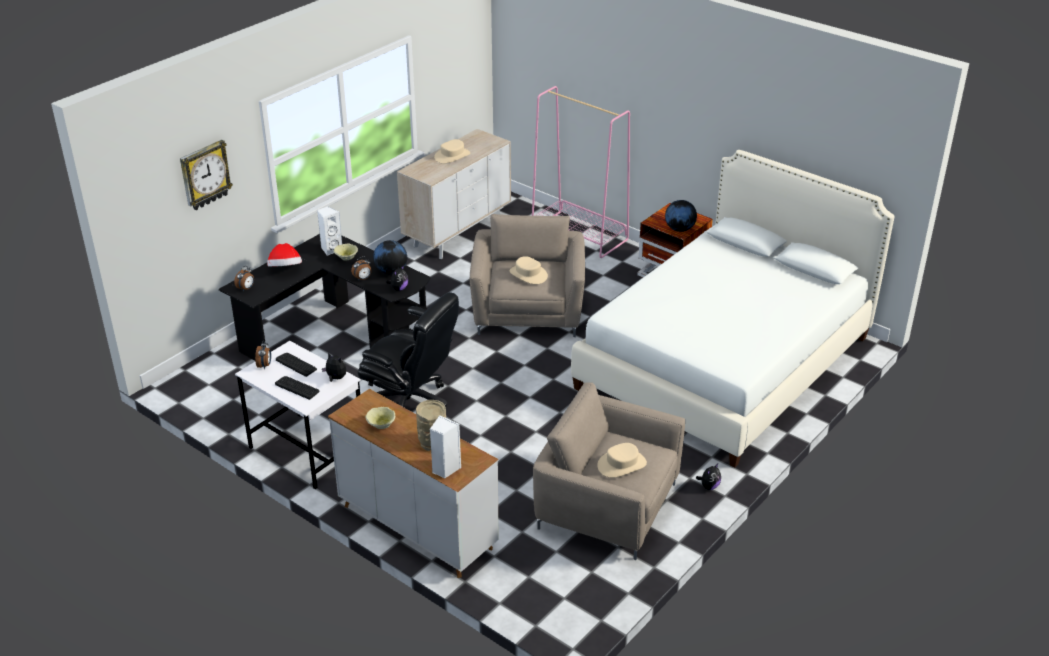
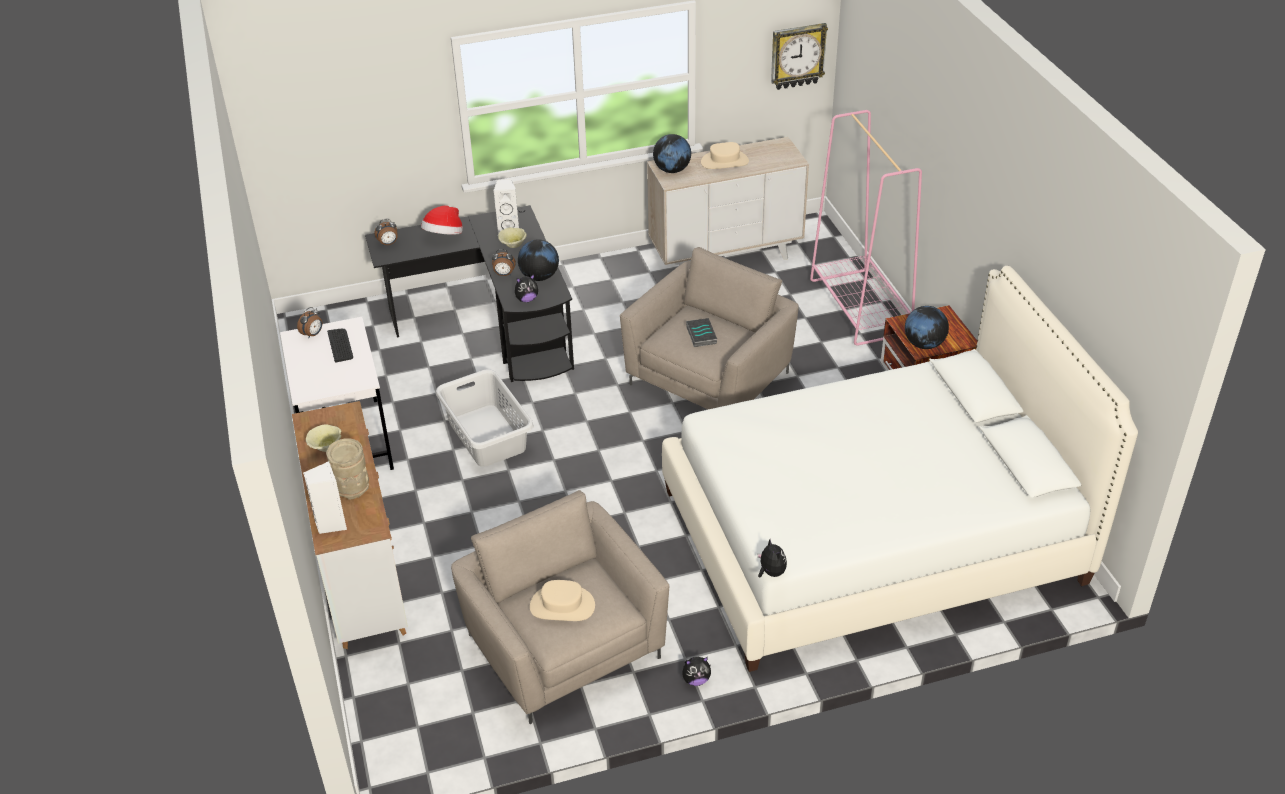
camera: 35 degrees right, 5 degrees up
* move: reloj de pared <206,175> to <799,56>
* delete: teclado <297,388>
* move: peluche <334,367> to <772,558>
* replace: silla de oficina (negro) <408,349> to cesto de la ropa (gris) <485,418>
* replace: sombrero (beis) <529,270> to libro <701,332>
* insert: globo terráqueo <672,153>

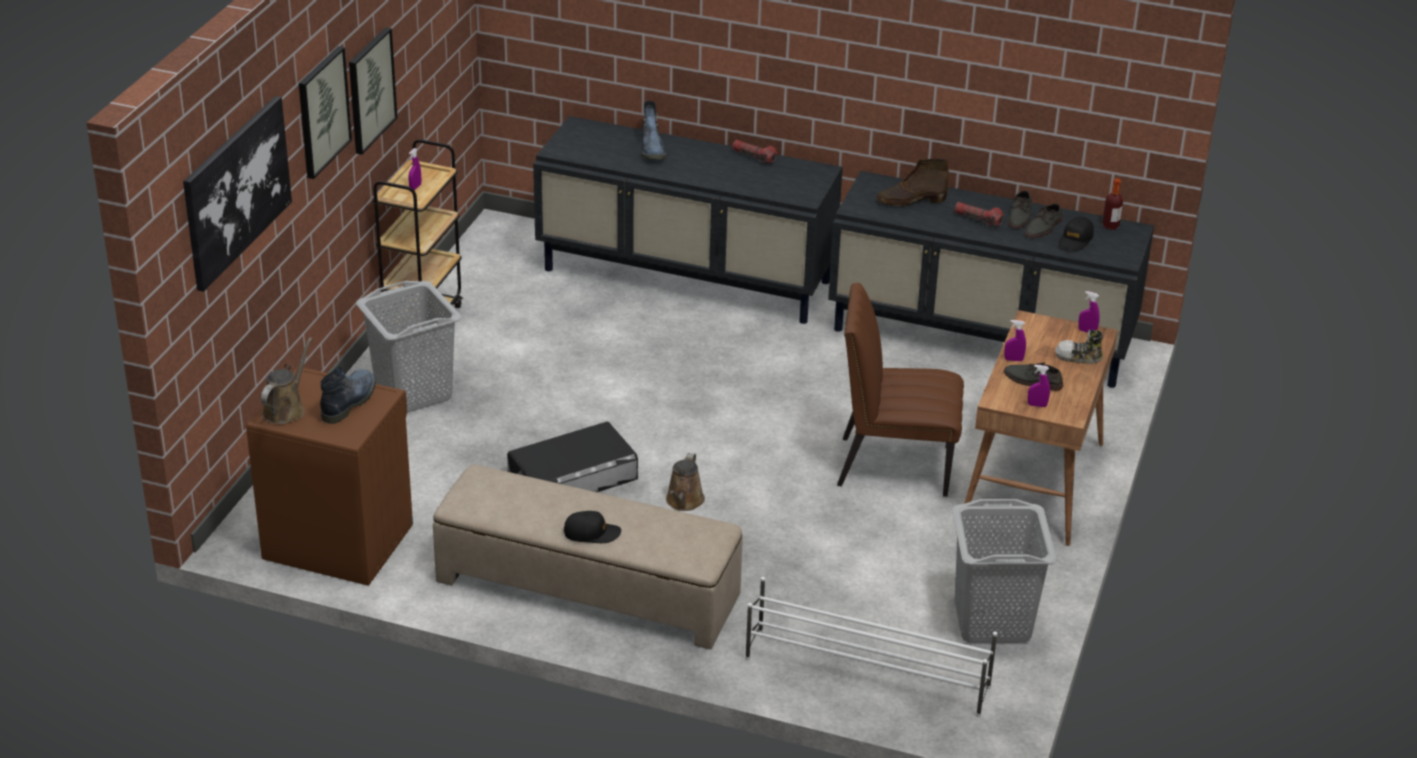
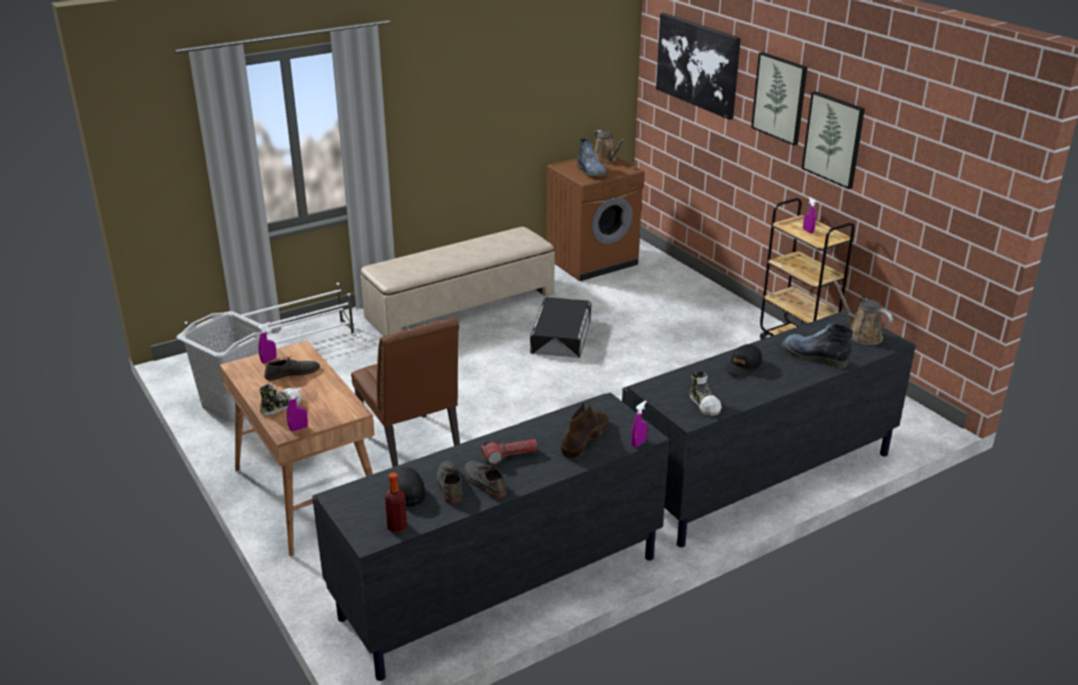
camera: 130 degrees right, 5 degrees down
* delete: cesto de la ropa (gris) <408,347>
* move: gorra (negro) <592,527> to <743,360>
* move: regadera (marrón) <685,482> to <863,312>
* delete: linterna <754,152>
* rotate: silla (marrón) <900,390> = <405,392> 105 degrees clockwise
* move: pulverizador (morado) <1015,340> to <639,424>
* insert: zapato <706,393>

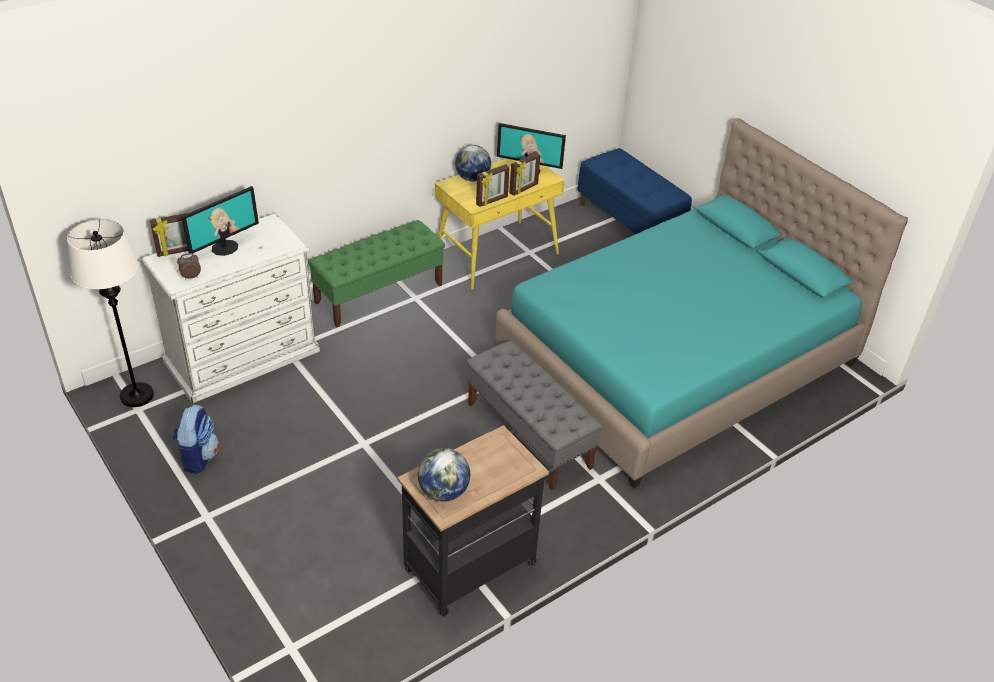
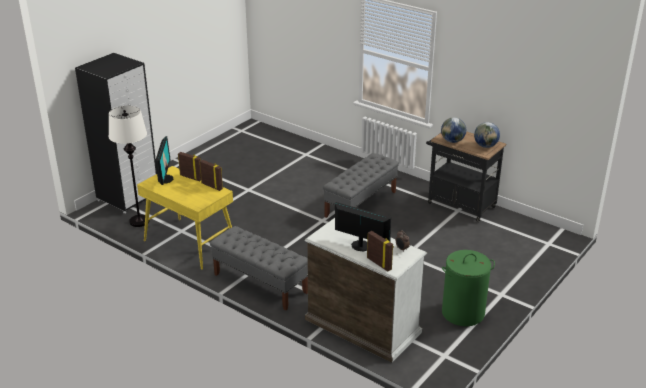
camera: 105 degrees left, 10 degrees down
* move: lámpara de pie (blanco) <110,313> to <129,166>
* replace: mochila <196,439> to cesto de la ropa (verde) <468,288>
* recolor: banco (verde) <376,273> to banco (gris) <259,268>
* move: globo terráqueo <473,163> to <453,130>
* delete: cama (turquesa) <701,303>
* replace: banco (azul) <634,191> to armario ropero <116,133>

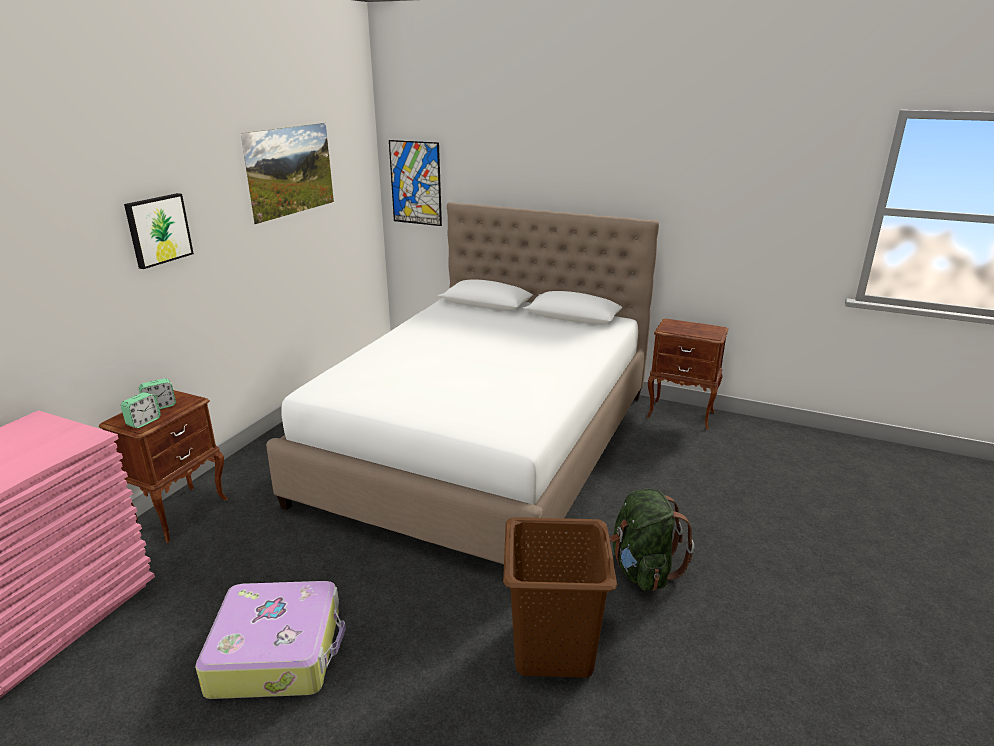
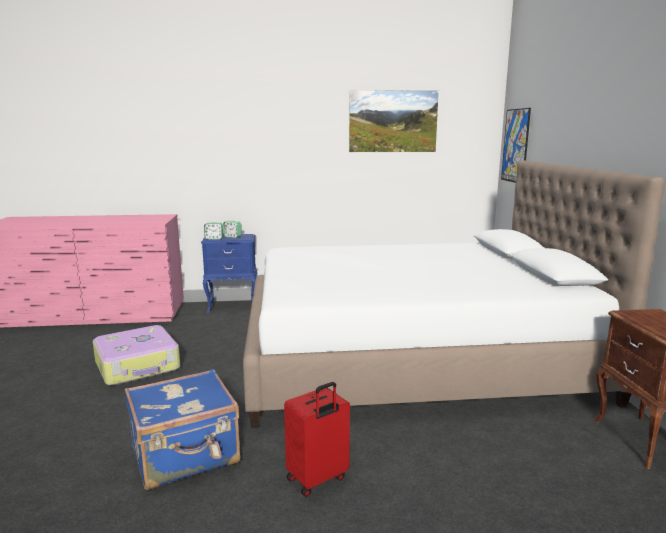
camera: 60 degrees right, 10 degrees down
* recolor: mesita de noche (marrón) <163,466> to mesita de noche (azul) <229,274>
* delete: cuadro <159,231>
* replace: cesto de la ropa (marrón) <560,597> to maleta (azul) <182,429>
* replace: mochila (verde) <652,539> to maleta (rojo) <317,439>

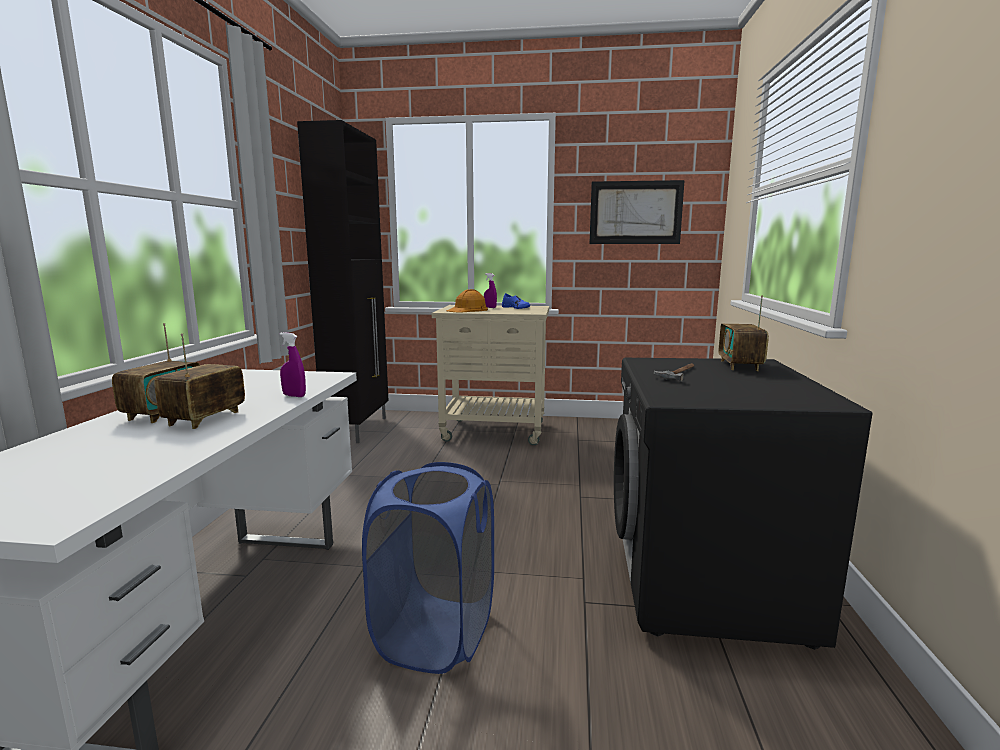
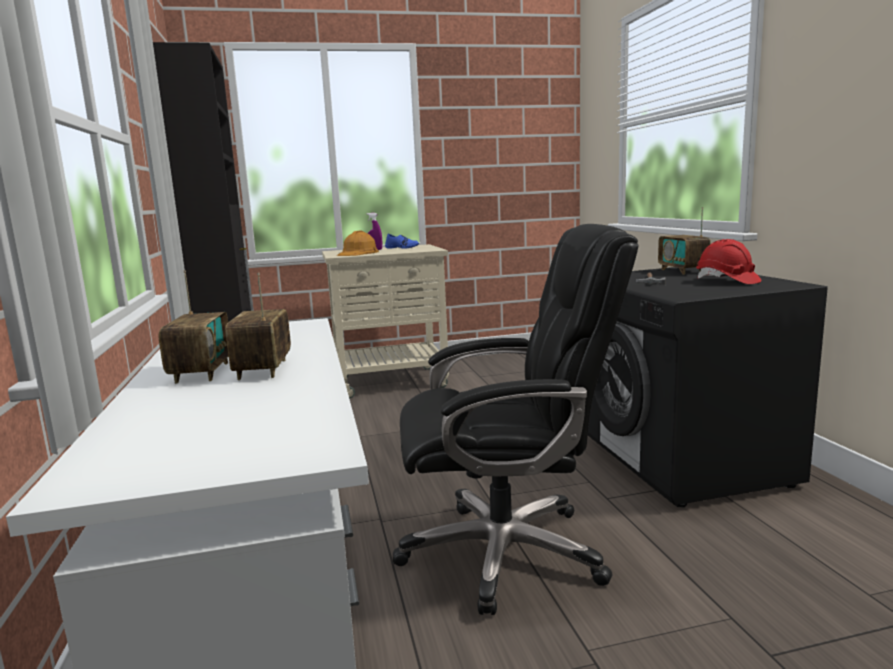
camera: 20 degrees left, 0 degrees up
* delete: pulverizador (morado) <293,364>
* replace: cesto de la ropa (azul) <428,568> to silla de oficina (negro) <515,419>
* delete: cuadro <637,212>
* insert: casco (rojo) <728,261>

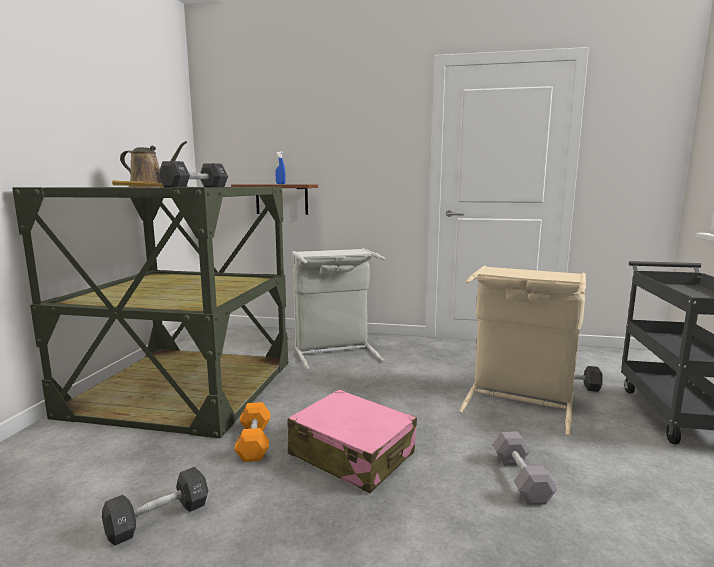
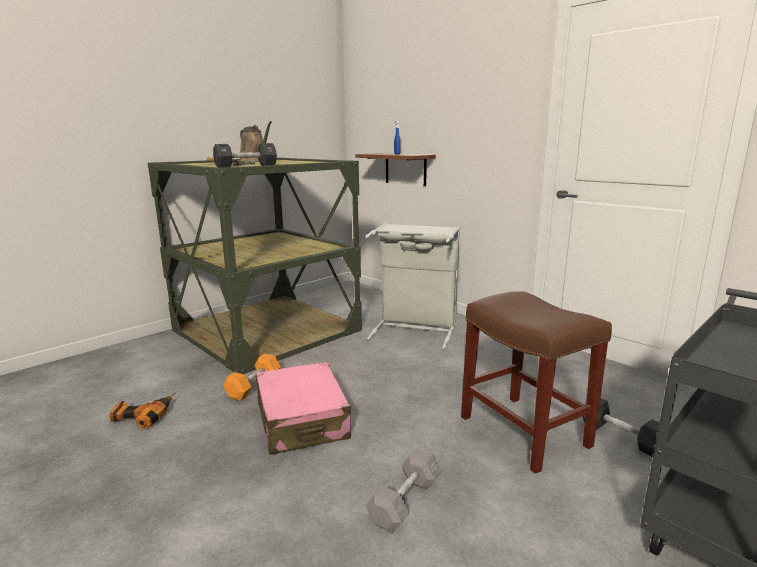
camera: 35 degrees right, 5 degrees up
* replace: mancuerna (negro) <155,506> to taladro <142,411>
* replace: cesto de la ropa (beis) <522,351> to taburete (marrón) <536,382>

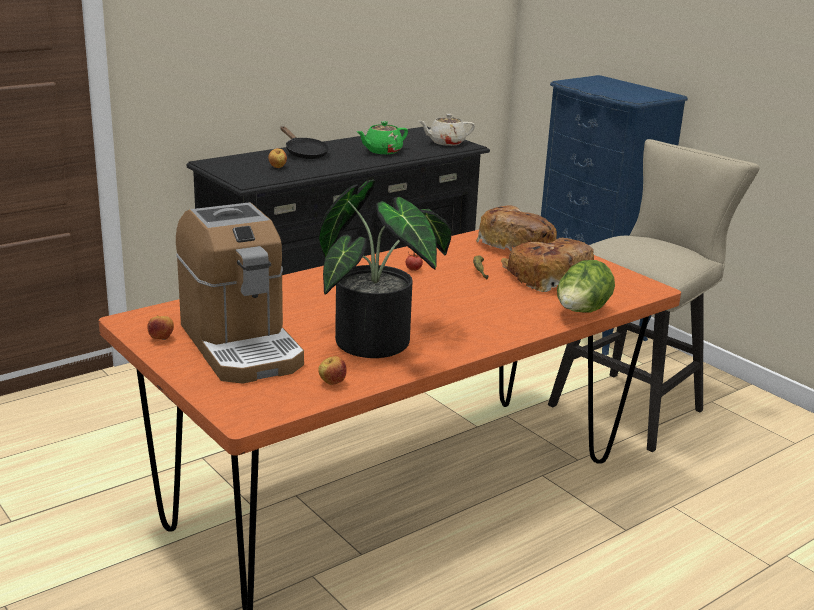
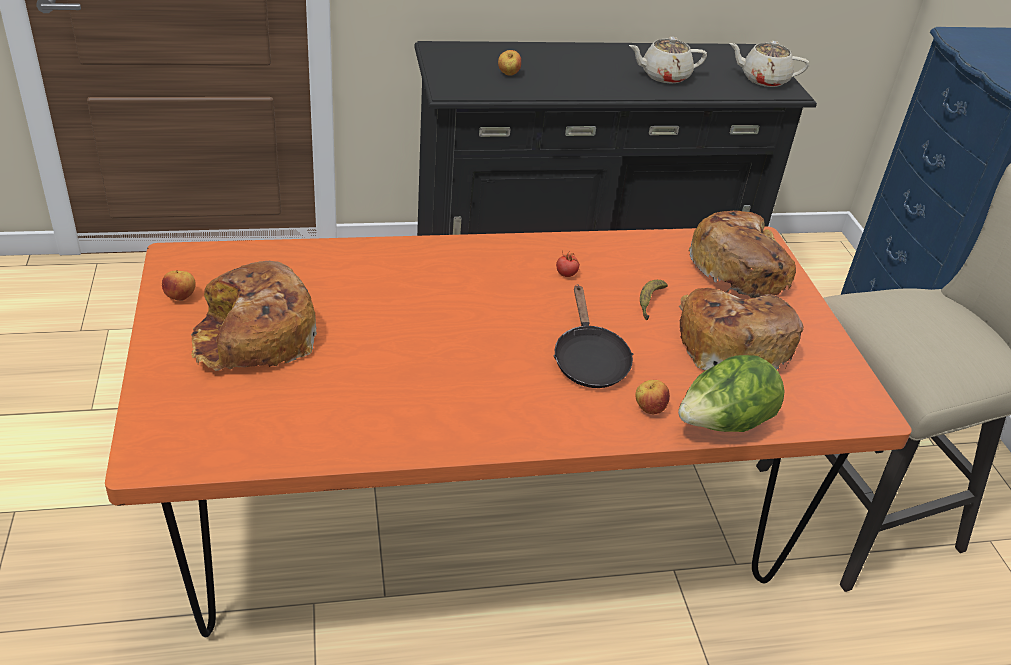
camera: 25 degrees right, 15 degrees up
* replace: cafetera <240,293> to pan <254,316>
* move: sartén (negro) <304,142> to <593,336>
* delete: planta en maceta <385,269>
* move: manzana <332,370> to <652,397>
* recolor: tetera (verde) <382,137> to tetera (beis) <668,60>

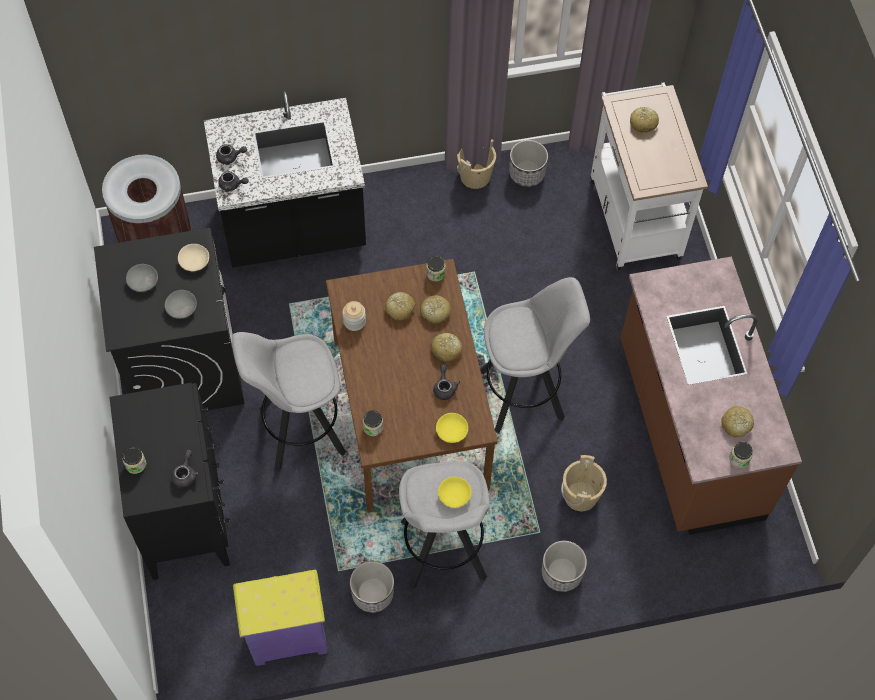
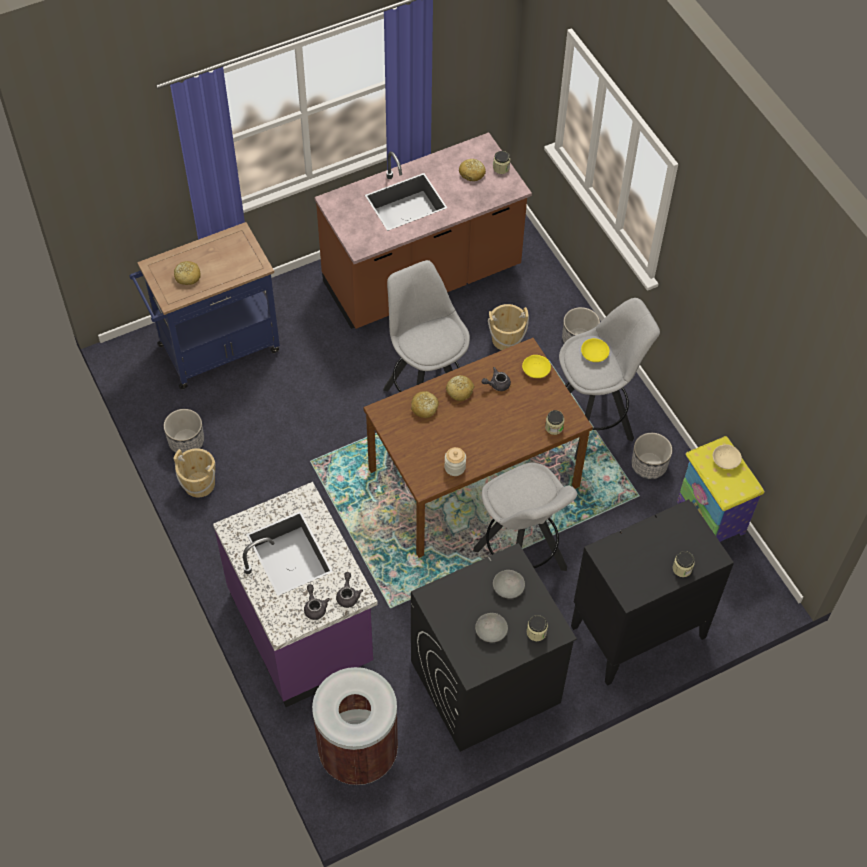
camera: 105 degrees left, 5 degrees down
* delete: tetera (gris) <185,469>
* move: cuenco (beis) <193,257> to <727,456>
* recolor: mueble bajo de cocina (negro) <285,179> to mueble bajo de cocina (morado) <295,594>
* delete: pan <400,306>
* move: tarro <436,268> to <537,628>
* recolor: carrito (blanco) <649,176> to carrito (azul) <204,305>

